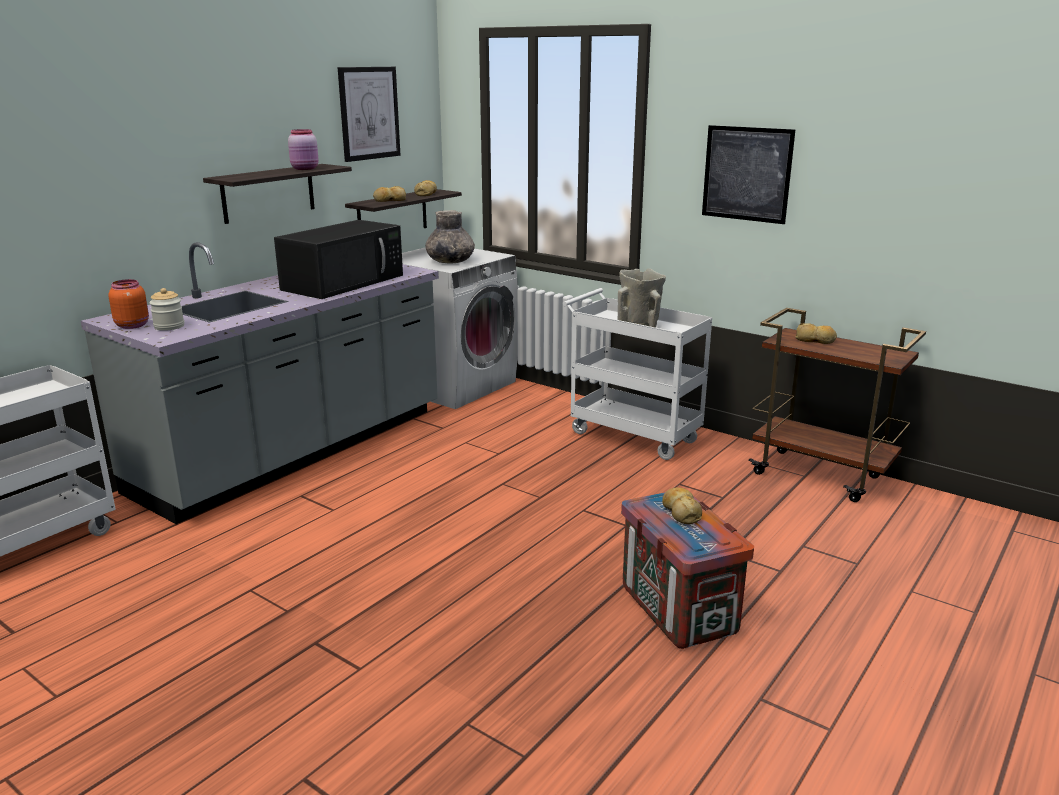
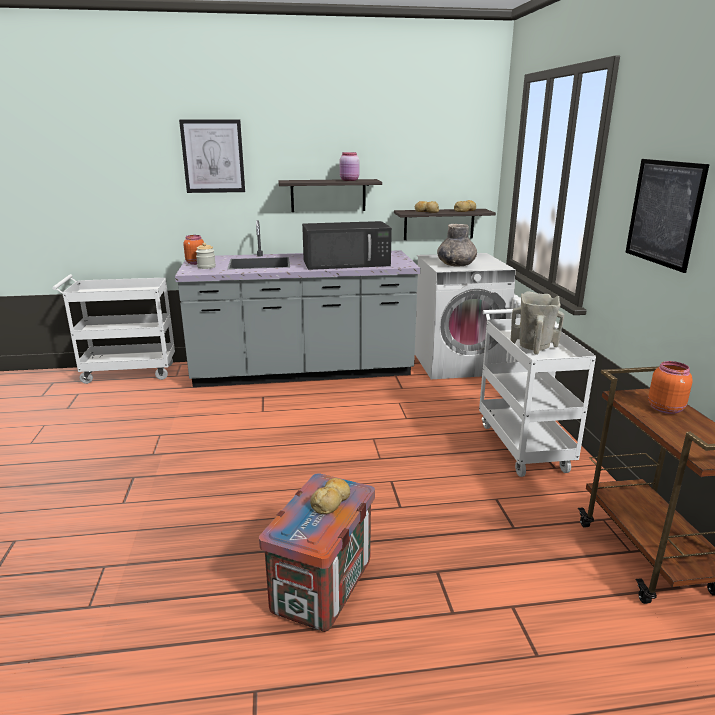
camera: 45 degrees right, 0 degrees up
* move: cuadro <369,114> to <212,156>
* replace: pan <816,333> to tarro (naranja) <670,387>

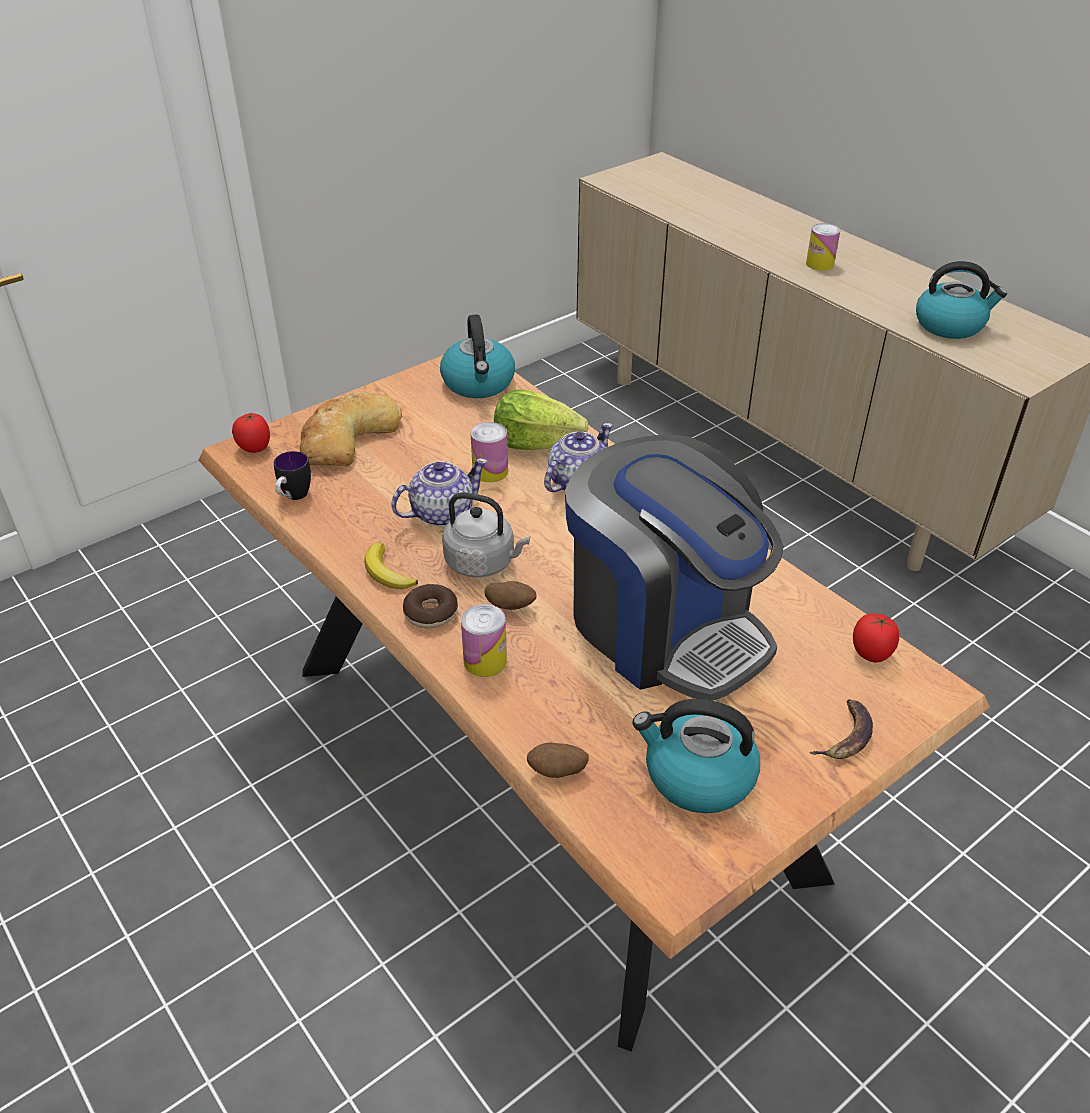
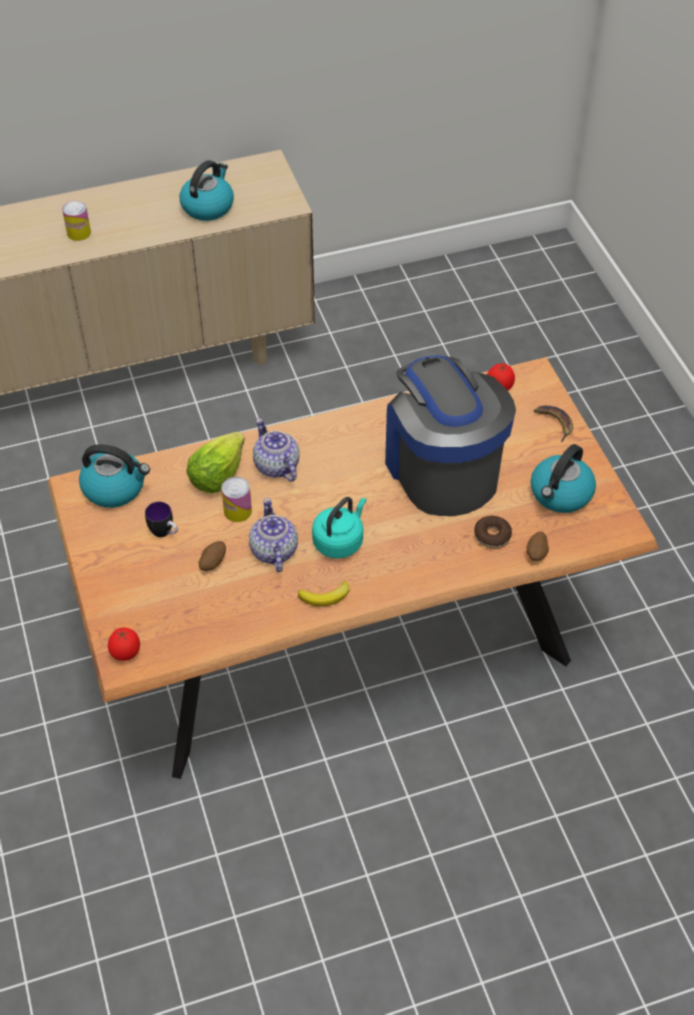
camera: 70 degrees left, 10 degrees up
* move: taza grande <292,475> to <161,519>
* delete: pan <350,429>
* move: rosquilla <430,606> to <493,532>
* recolor: hervidor (gris) <486,534> to hervidor (turquesa) <339,528>
* delete: lata <484,640>
* move: patata <510,595> to <212,556>
* rotate: cafetera <674,567> = <450,435> 90 degrees counterclockwise

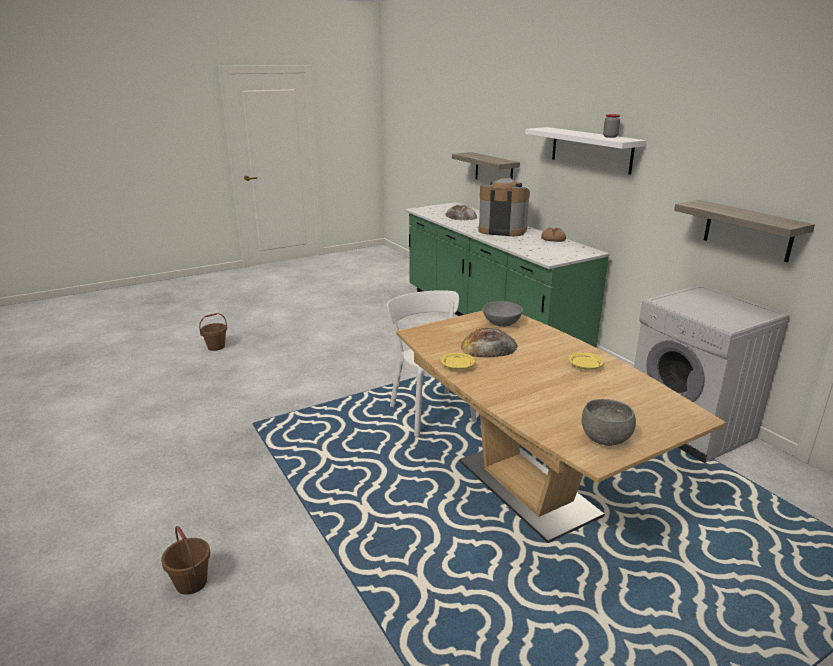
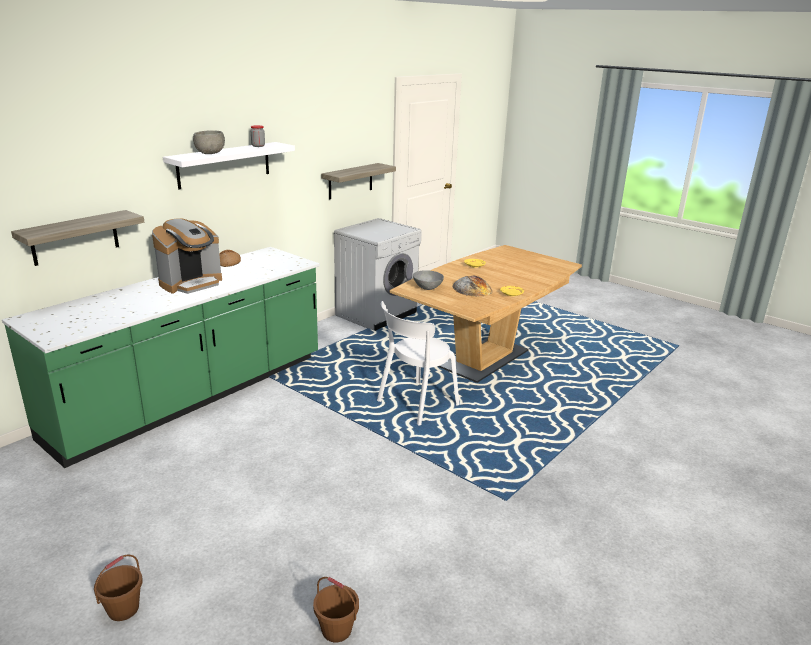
camera: 110 degrees left, 0 degrees up
* move: cubo (marrón) <185,560> to <118,588>
* delete: pan <461,212>
* rotate: cafetera <504,207> = <187,256> 135 degrees counterclockwise
* move: cuenco (gris) <609,422> to <209,142>

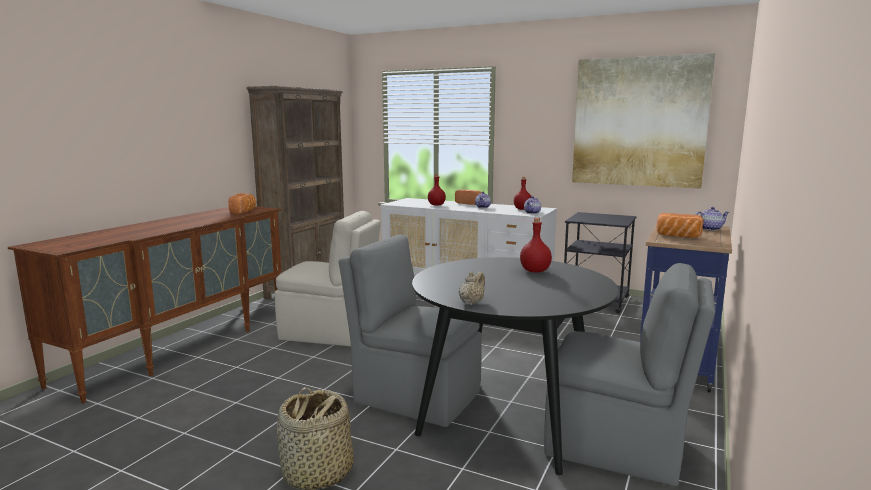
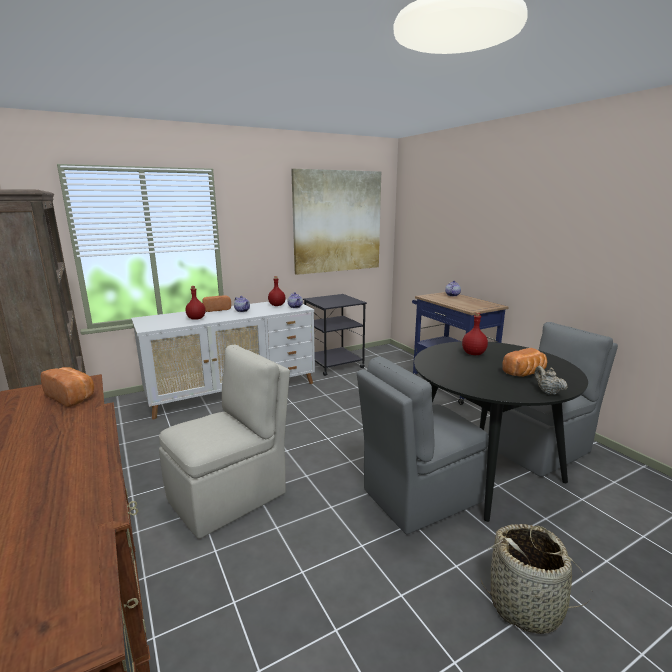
camera: 55 degrees left, 5 degrees up
* move: pan <680,225> to <524,362>

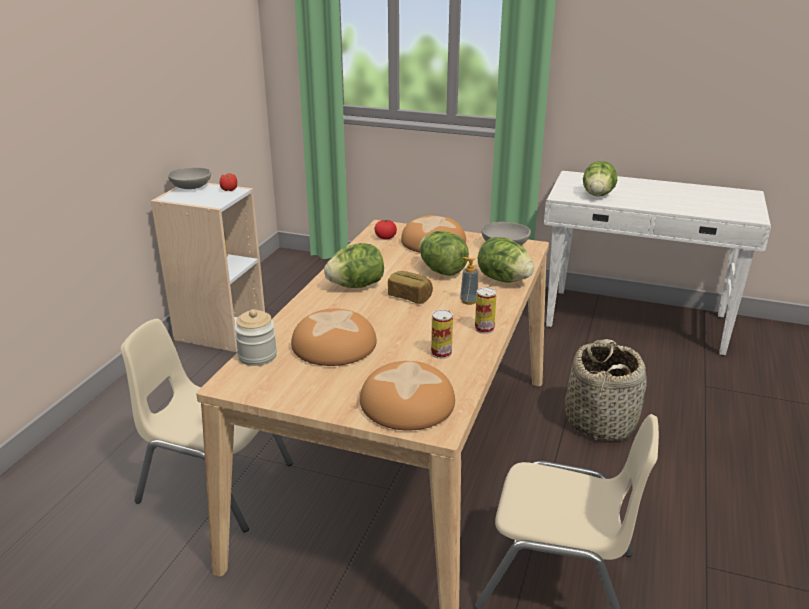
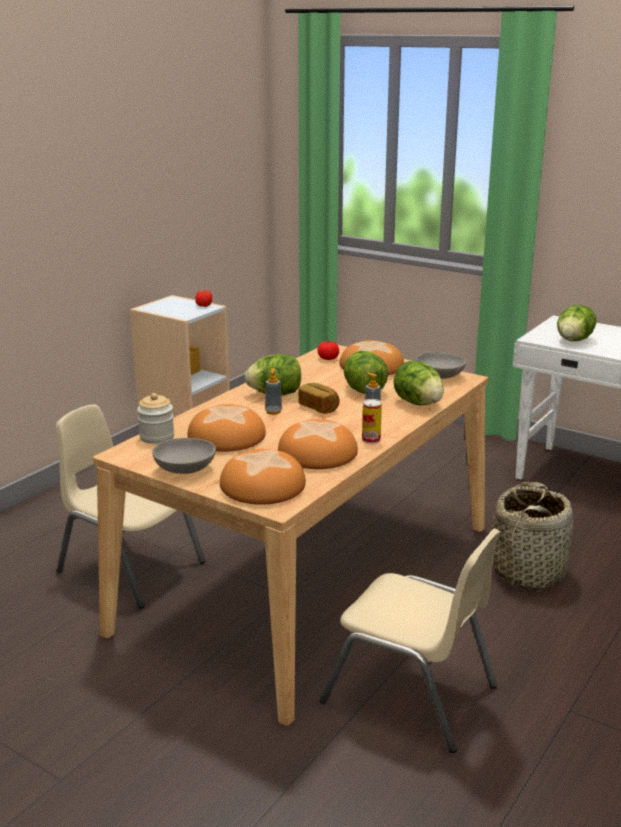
camera: 15 degrees right, 5 degrees down
* move: cuenco (gris) <189,178> to <184,456>
* replace: lata <442,334> to pan <318,444>
* insert: dispensador de jabón <273,391>

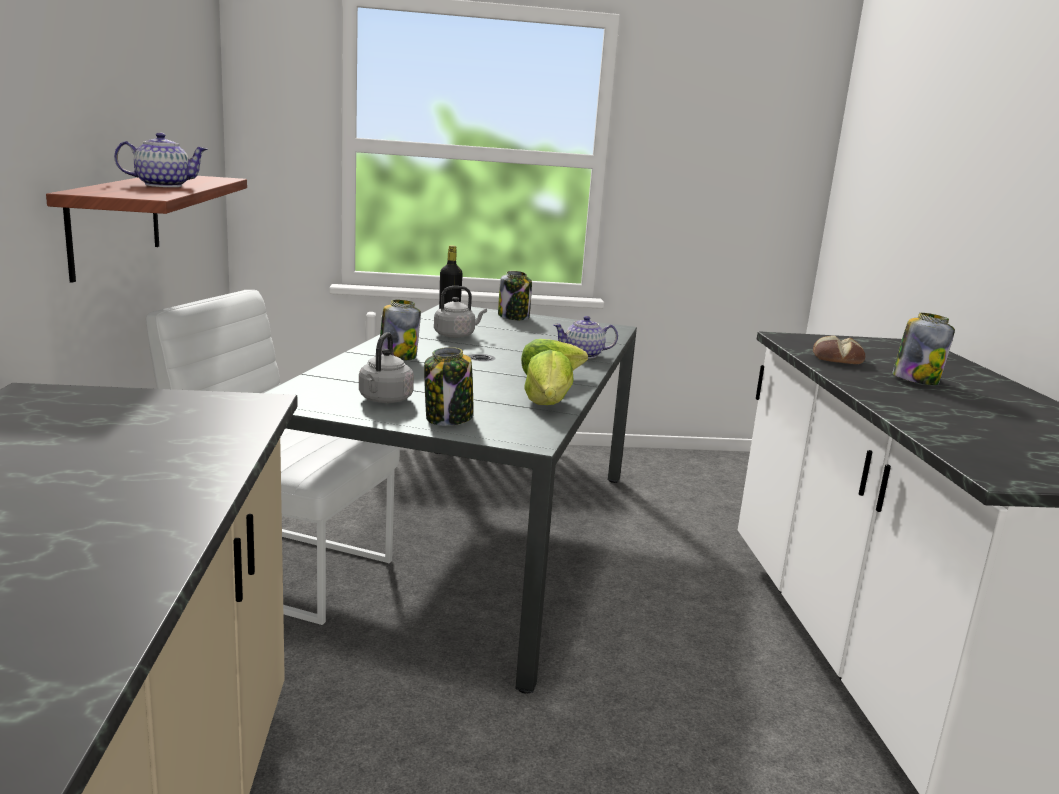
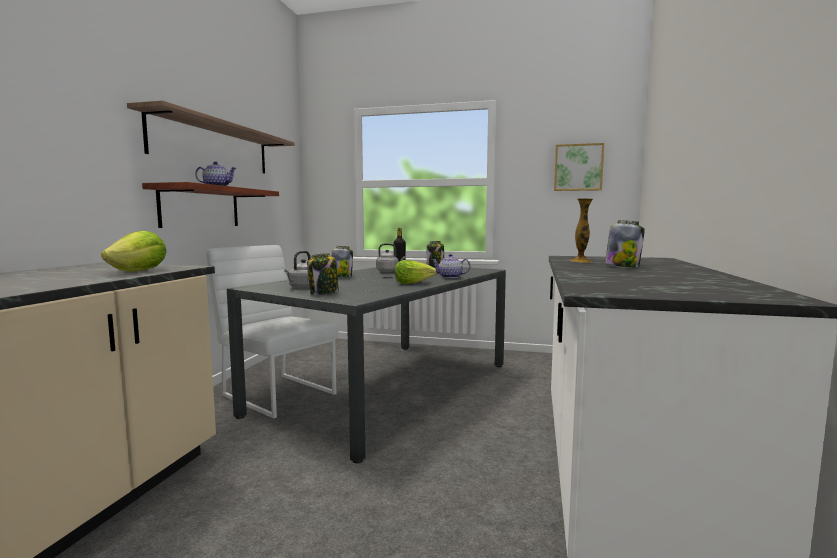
camera: 20 degrees right, 10 degrees down
* move: lechuga <549,377> to <134,251>
* replace: pan <839,349> to florero <581,230>
* insert: estante <211,137>
* insert: cuadro <579,167>

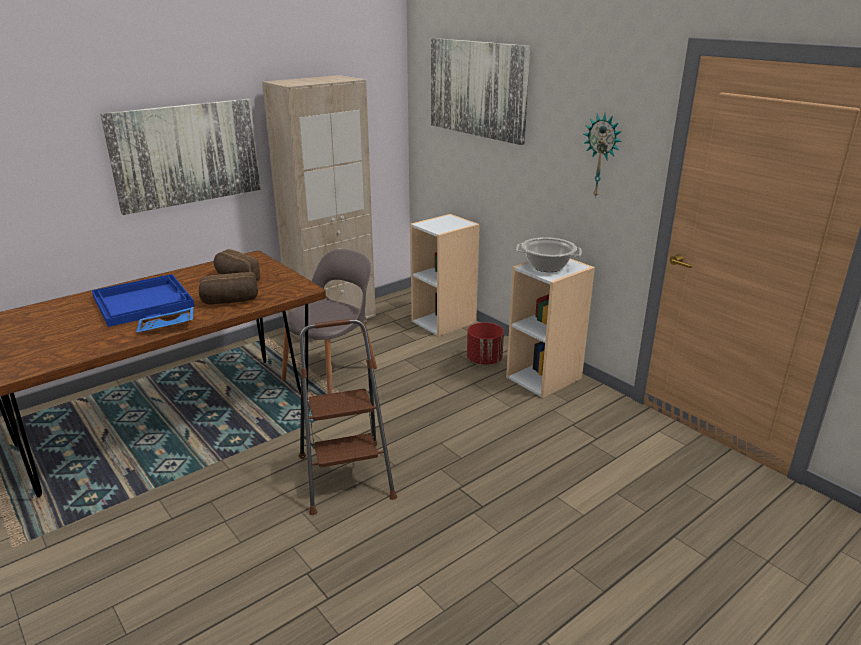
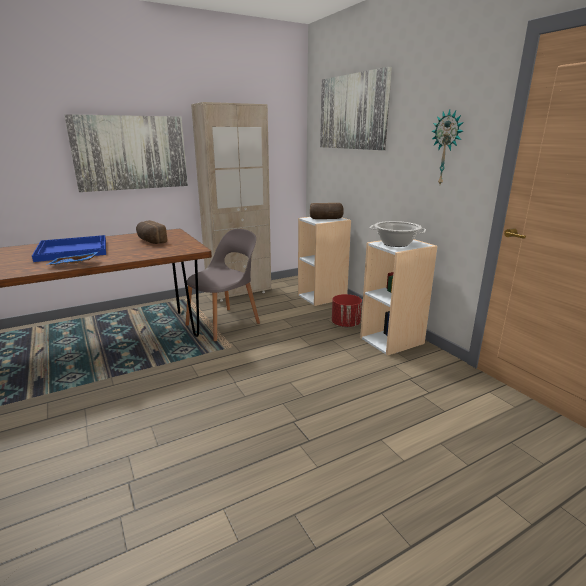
camera: 10 degrees right, 5 degrees down
* move: pan <228,288> to <327,211>
* delete: escalera de tijera (marrón) <348,417>

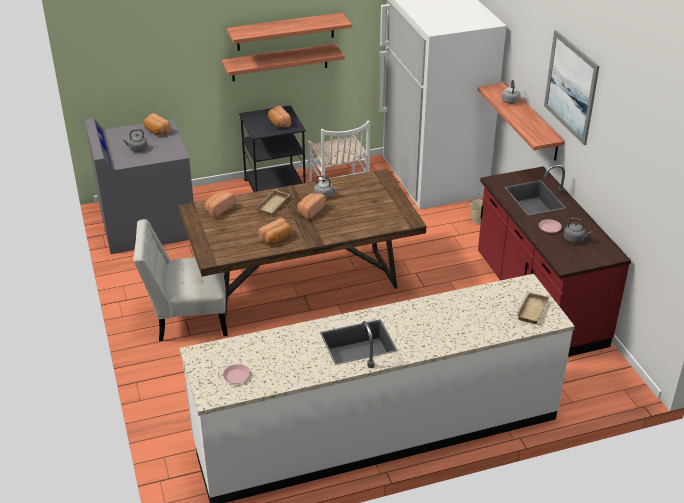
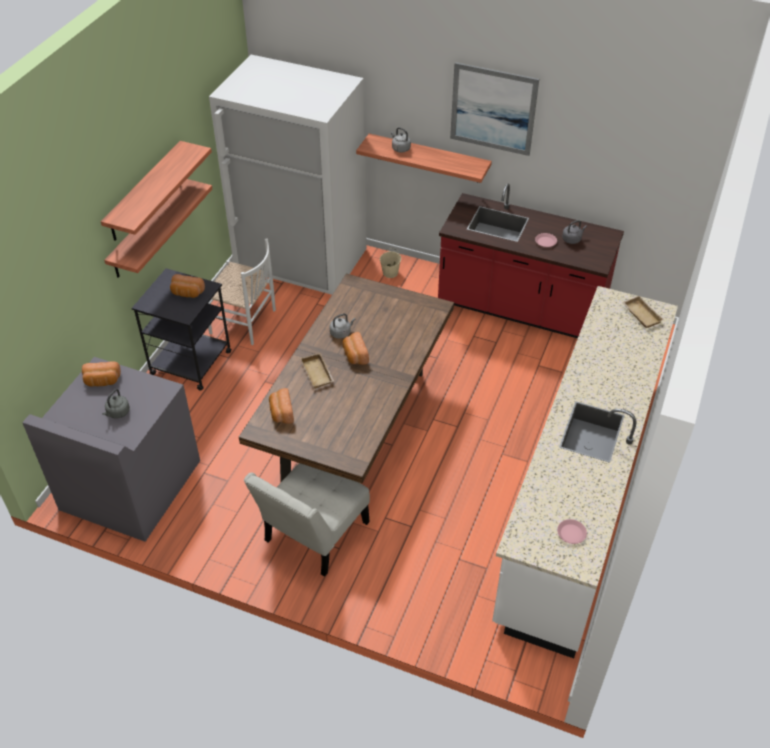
camera: 50 degrees left, 10 degrees up
* delete: pan <275,231>

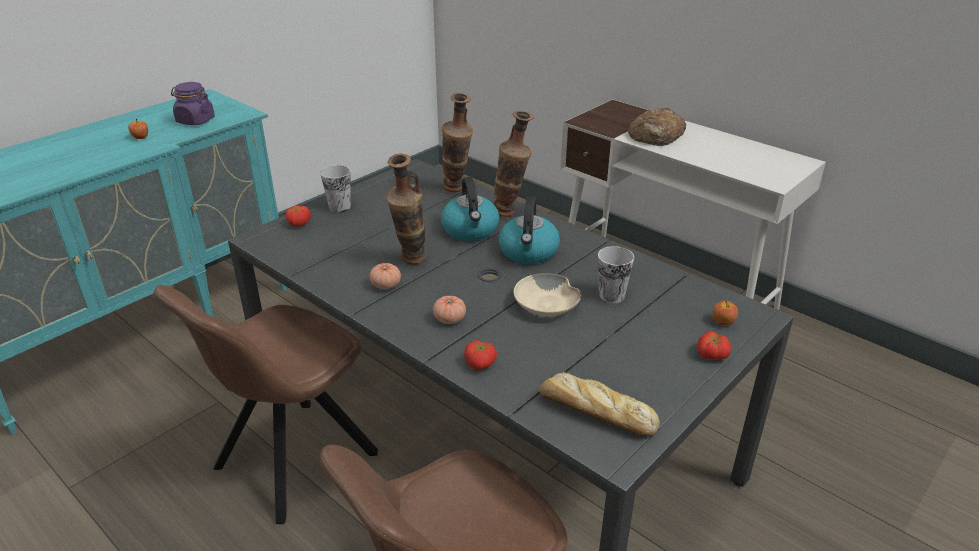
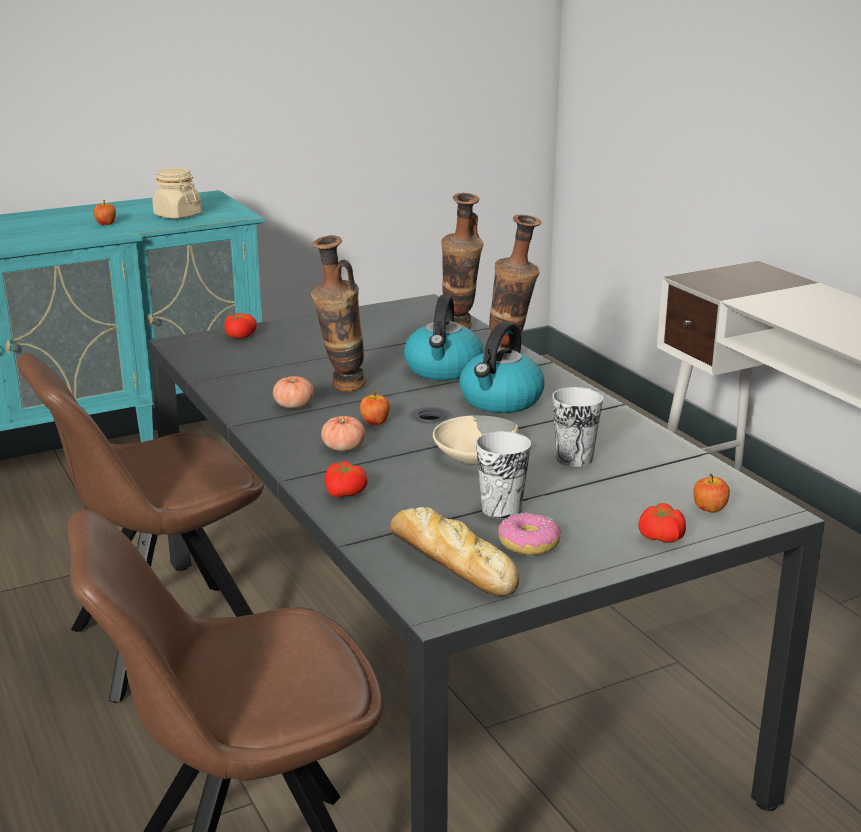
camera: 20 degrees right, 10 degrees down
* recolor: tarro (morado) <193,103> to tarro (beis) <176,193>
* move: taza <335,189> to <503,475>
* delete: pan <657,127>
* insert: manzana <375,408>
* insert: rosquilla <529,533>

